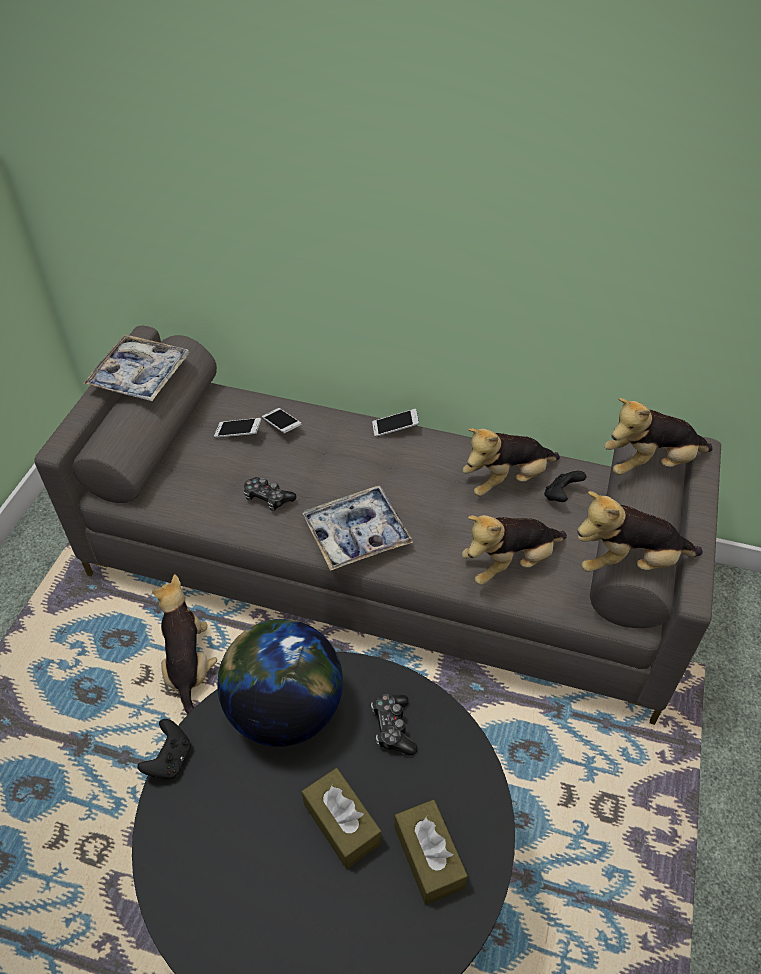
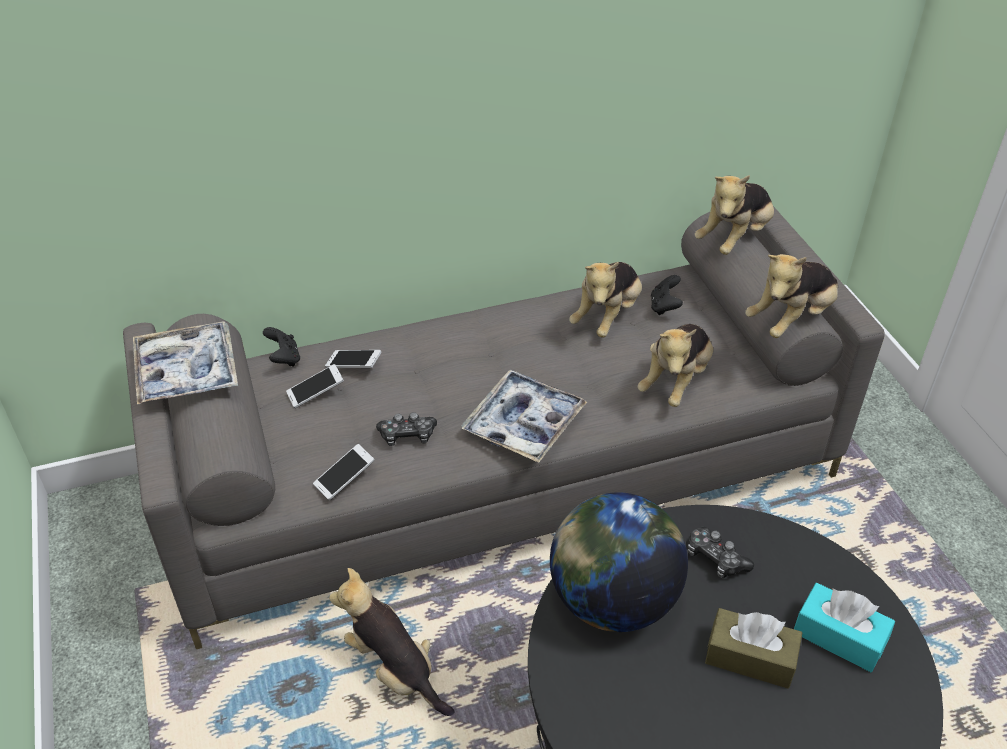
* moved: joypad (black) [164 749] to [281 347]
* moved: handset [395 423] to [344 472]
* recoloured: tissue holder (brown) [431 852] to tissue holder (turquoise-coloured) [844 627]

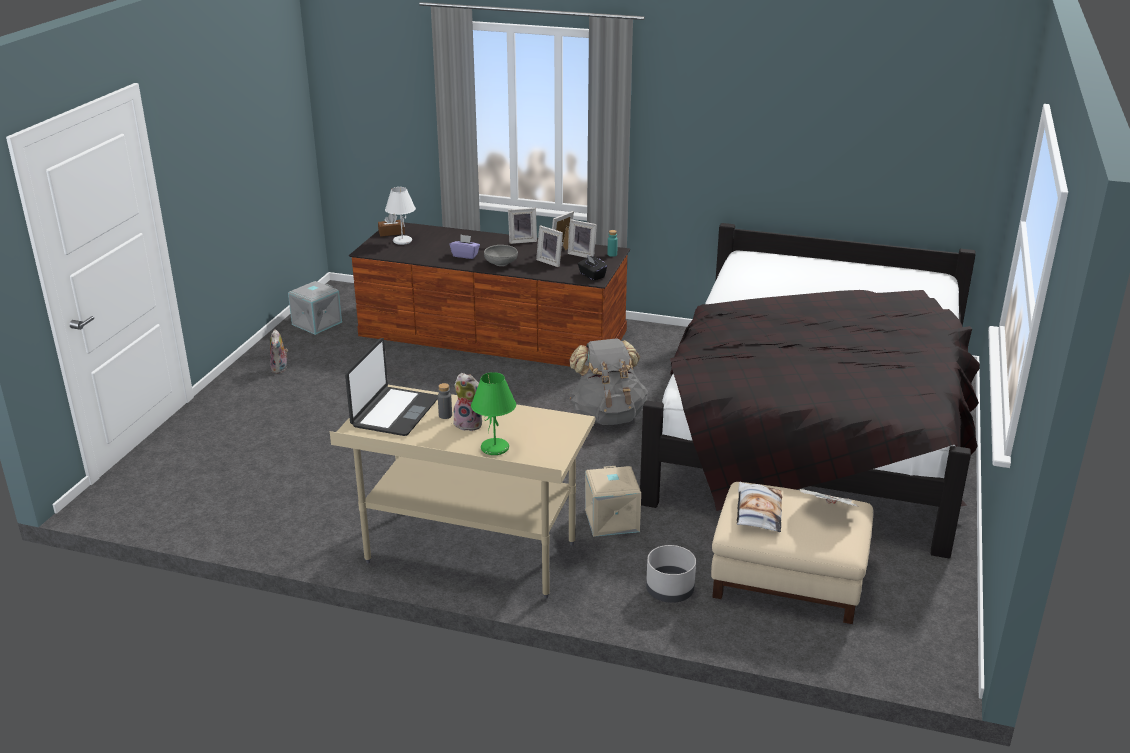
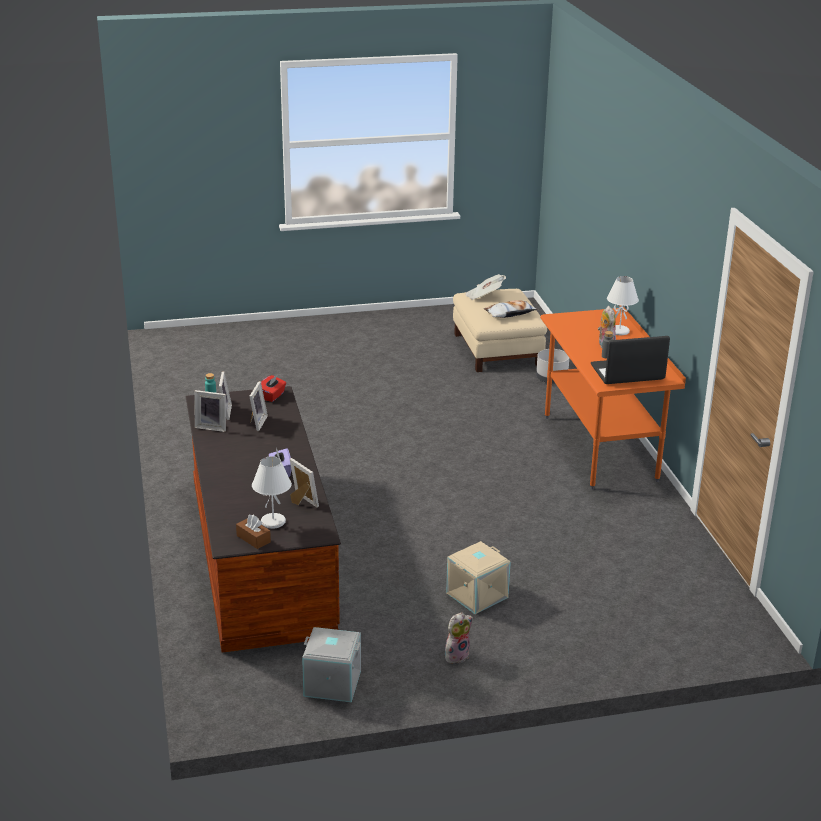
* recoloured: tissue holder (black) [592 267] to tissue holder (red-coloured) [273 388]
* moved: picture frame [522 226] to [304 483]
* moved: storage container (sand-coloured) [613 501] to [478 577]
* recoloured: desk (sand-coloured) [462 492] to desk (orange-coloured) [613 397]
* recoloured: table lamp (green-coloured) [493 413] to table lamp (white-coloured) [623 305]
* removed: deep dish (gray) [501 255]
* removed: knapsack (gray) [608 381]
* removed: sleeping bed (black) [810 390]

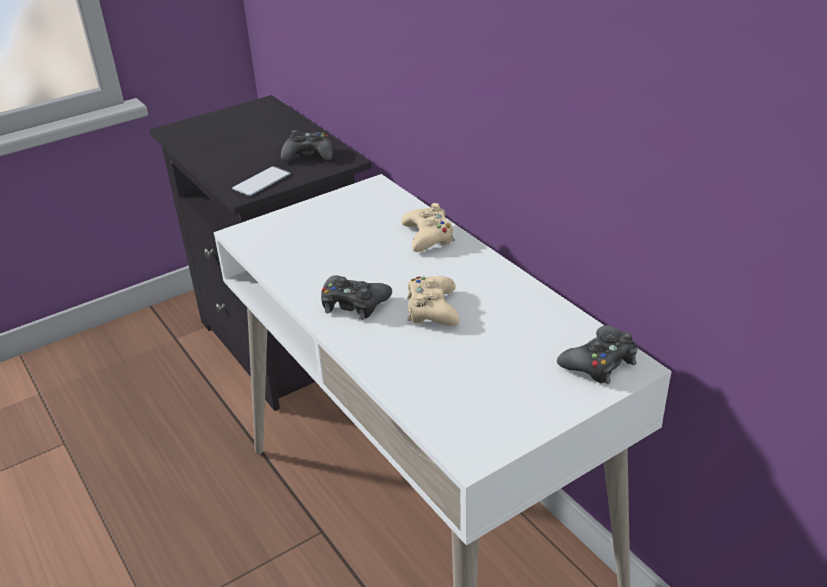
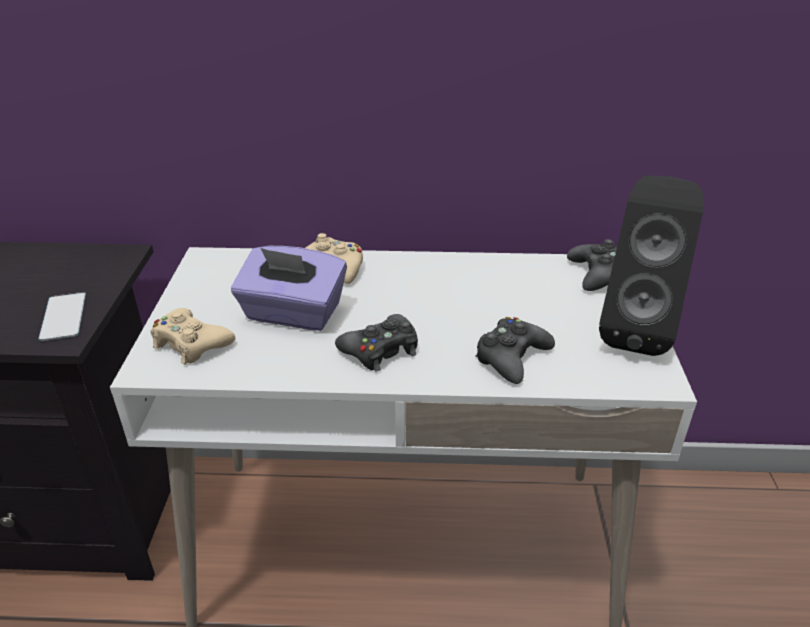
* moved: joypad (sand-coloured) [433 301] to [192 336]
* added: tissue holder (purple-coloured) [289 288]
* moved: joypad (black) [307 146] to [515 350]
* added: loudspeaker (black) [651 266]

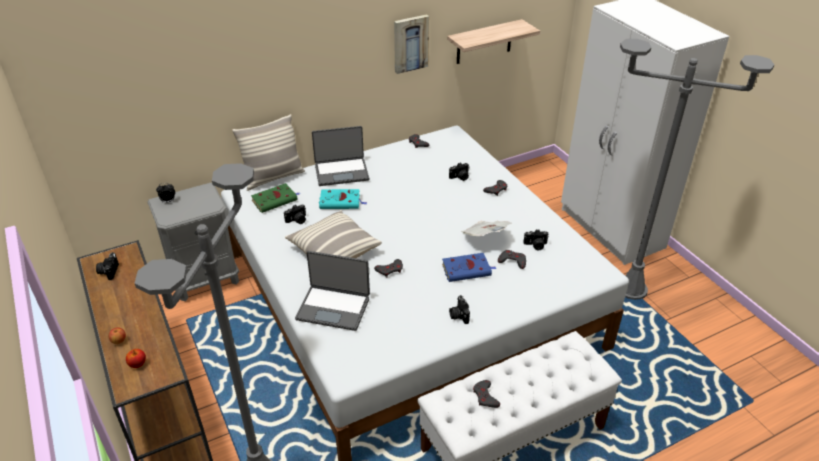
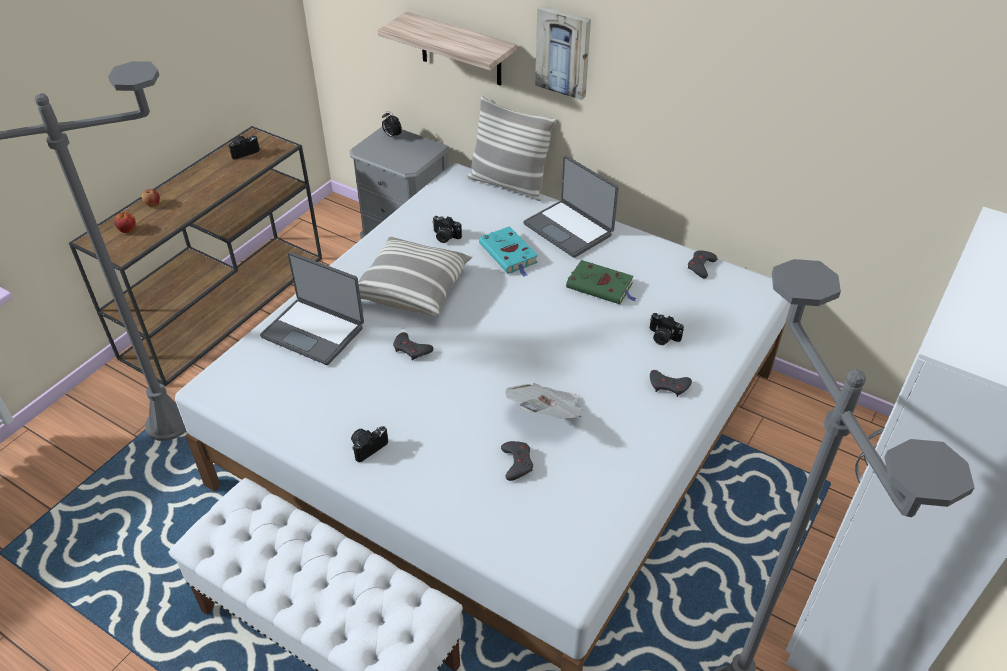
* turned: portable computer [332 291] = [312 308] 45 degrees counterclockwise
* moved: wall shelf [493 41] to [447 49]
* moved: picture [411 44] to [563 53]
* moved: bound book (green-coloured) [275 198] to [601 282]
* removed: bound book (blue-coloured) [469 267]
* removed: joypad (gray) [486 394]
* removed: still camera [536 239]

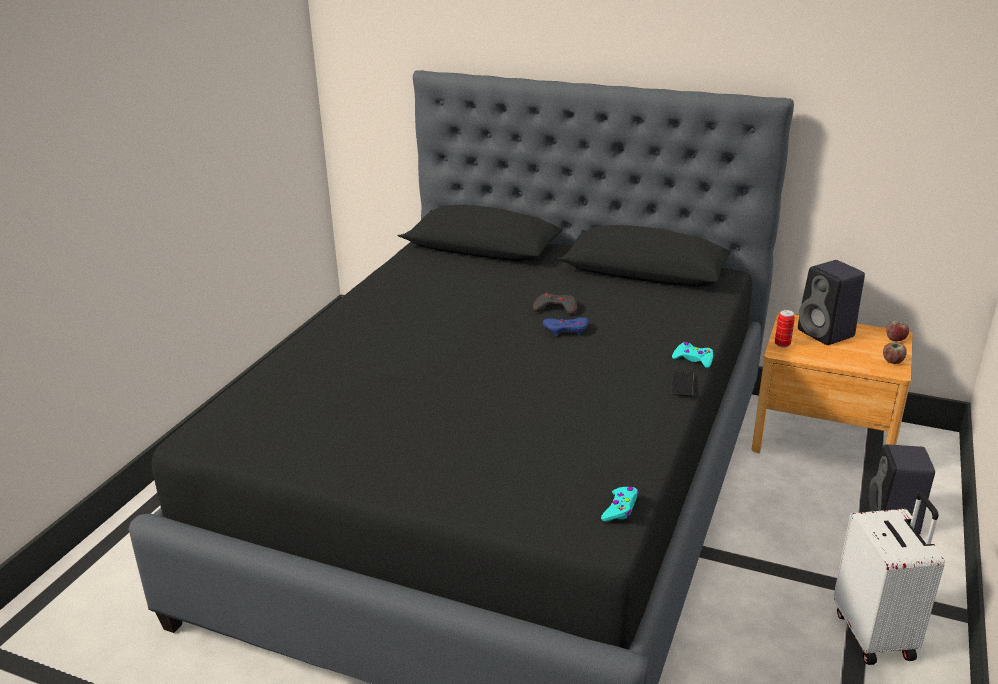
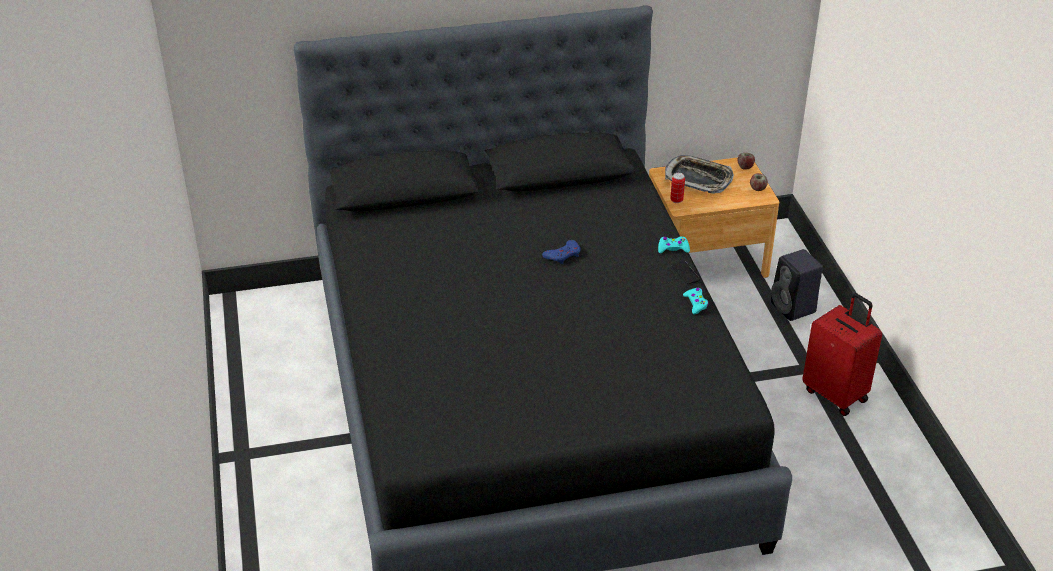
* replaced: loudspeaker (black) [831 302] to serving tray [699 174]
* moved: joypad (turquoise-coloured) [620 504] to [696 301]
* recoloured: suitcase (white-coloured) [889 579] to suitcase (red-coloured) [842 354]
* removed: joypad (gray) [555 304]

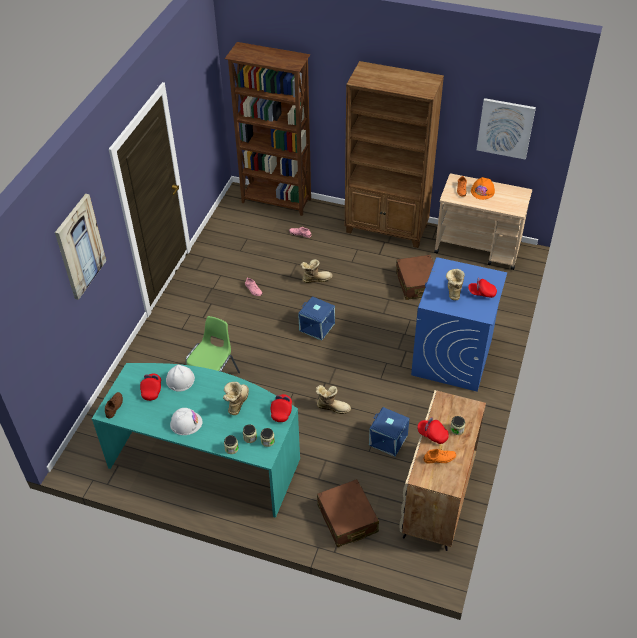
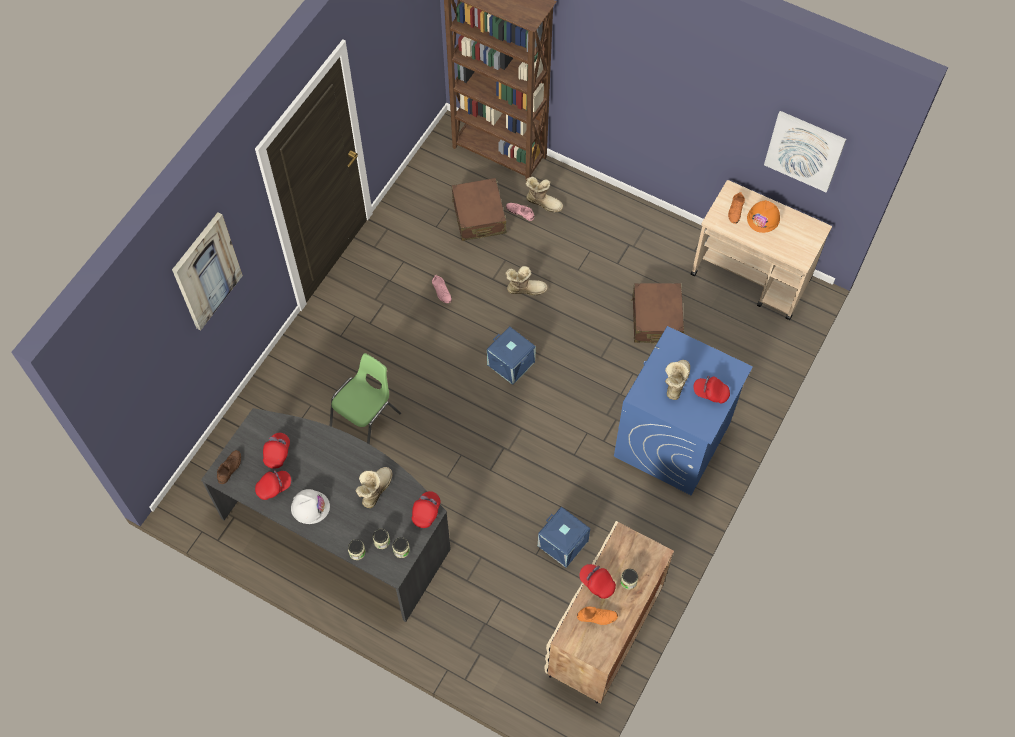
* recoloured: desk (turquoise-coloured) [196 440] to desk (gray) [326 515]
* added: baseball cap (red-coloured) [273 485]
* moved: suitcase (brown) [348 513] to [478 209]
* moved: high-top boot [333 399] to [544 194]
* removed: safety helmet (white-coloured) [180 378]
* removed: bookshelf (brown) [394 154]

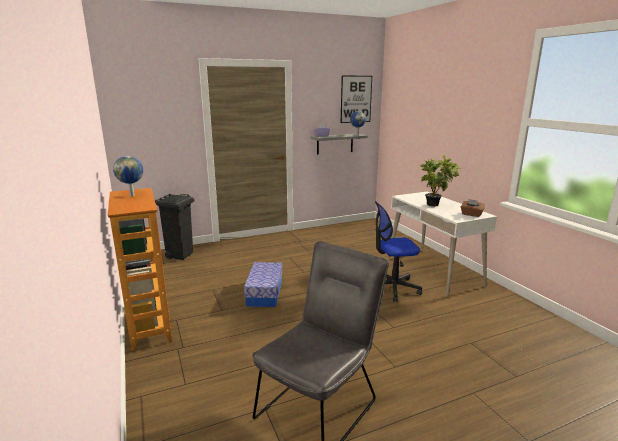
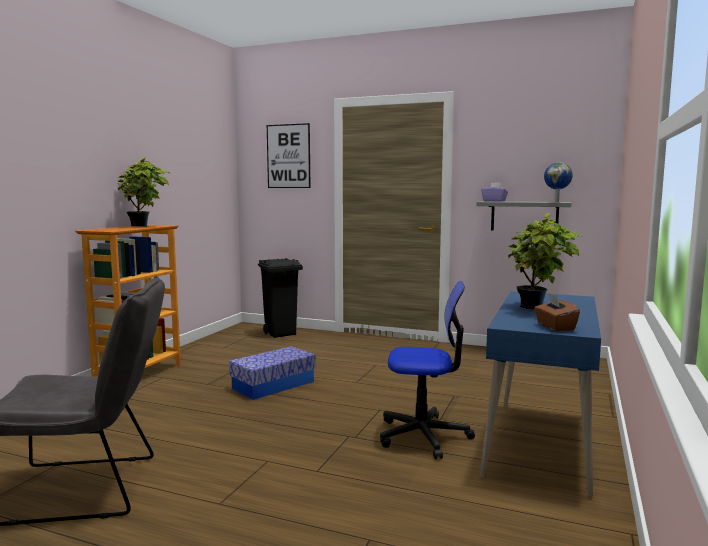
* replaced: world globe [128 176] to houseplant [143 192]
* moved: picture [356 99] to [289 155]
* turned: office chair [398 251] = [427 370] 150 degrees clockwise
* recoloured: desk (white-coloured) [442 244] to desk (blue-coloured) [540 394]

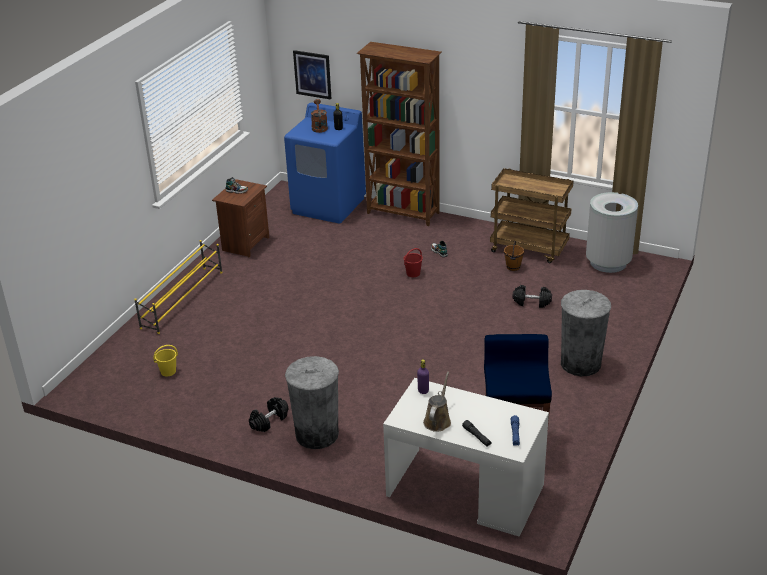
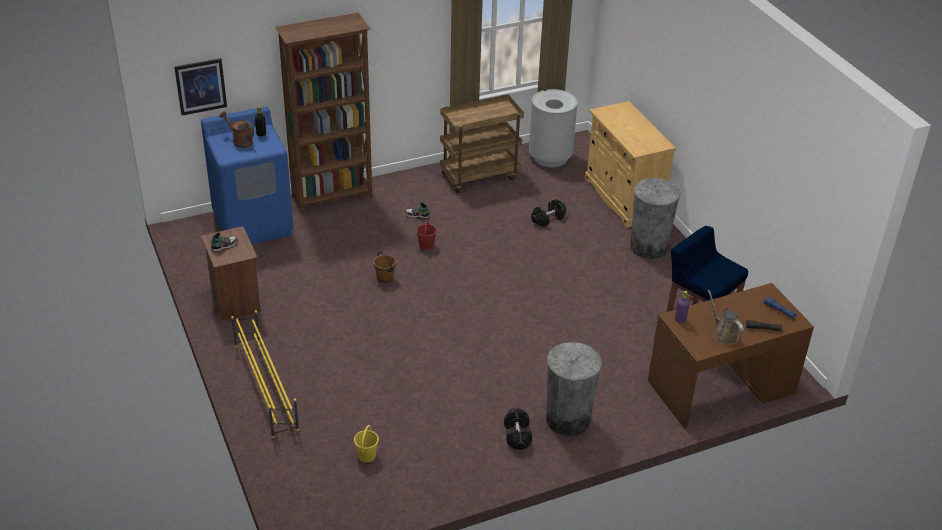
* moved: bucket (brown) [514 256] to [384 268]
* added: cabinet (sand-coloured) [630 164]
* recoloured: desk (white-coloured) [466 457] to desk (brown) [731 355]

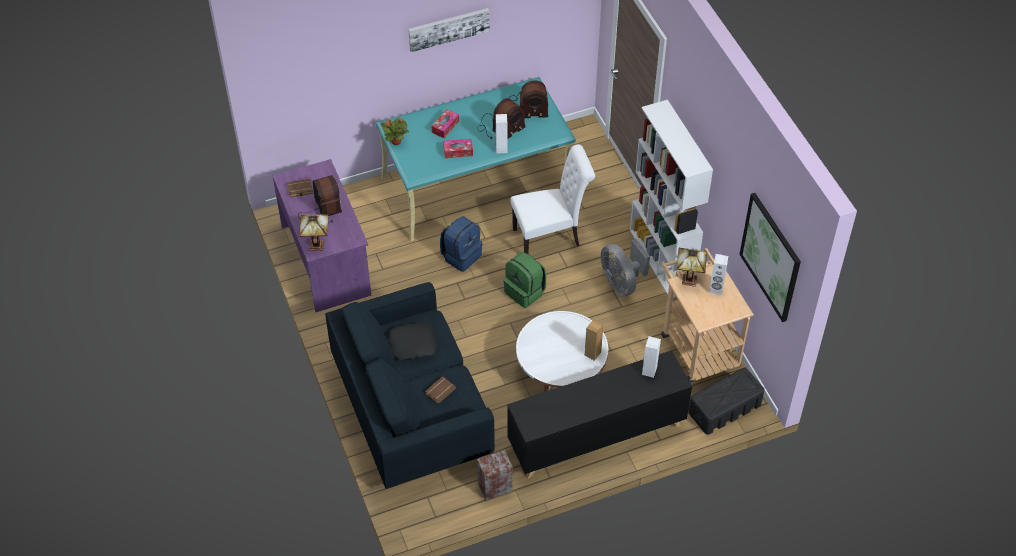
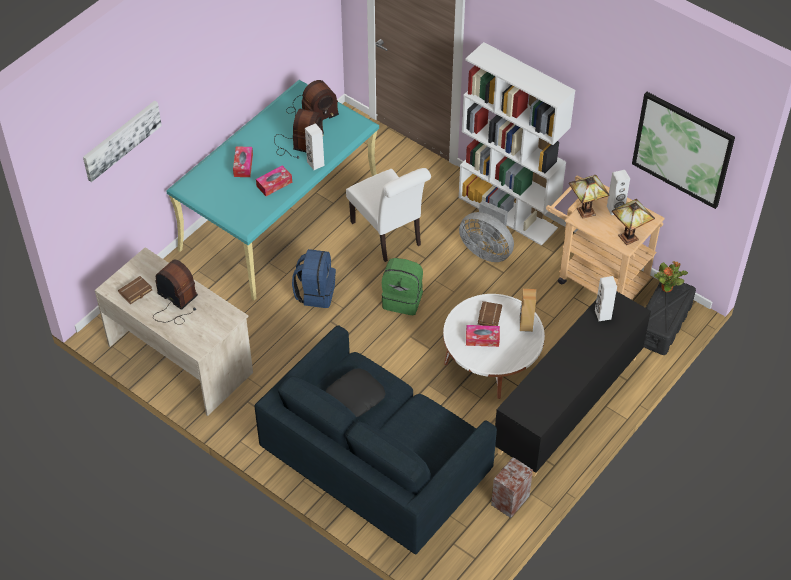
* moved: picture [449 30] to [122 141]
* recoloured: desk (purple-coloured) [322 235] to desk (sand-coloured) [174 331]
* turned: chair (white-coloured) [552 199] = [388 215] 105 degrees clockwise
* added: tissue holder [483 336]
* moved: bound book (brown) [440 390] to [490 313]
* moved: table lamp [313 232] to [633 222]
* moved: houseplant [395 131] to [671 276]

